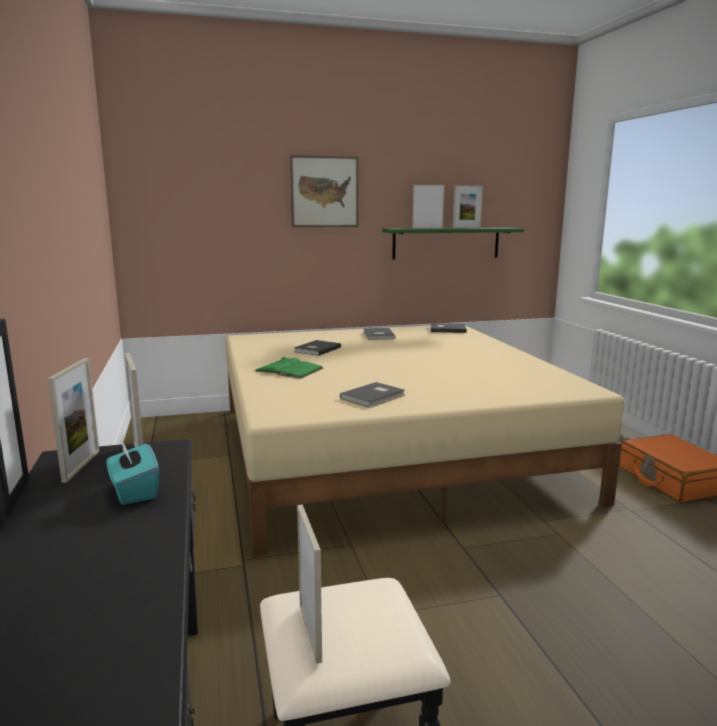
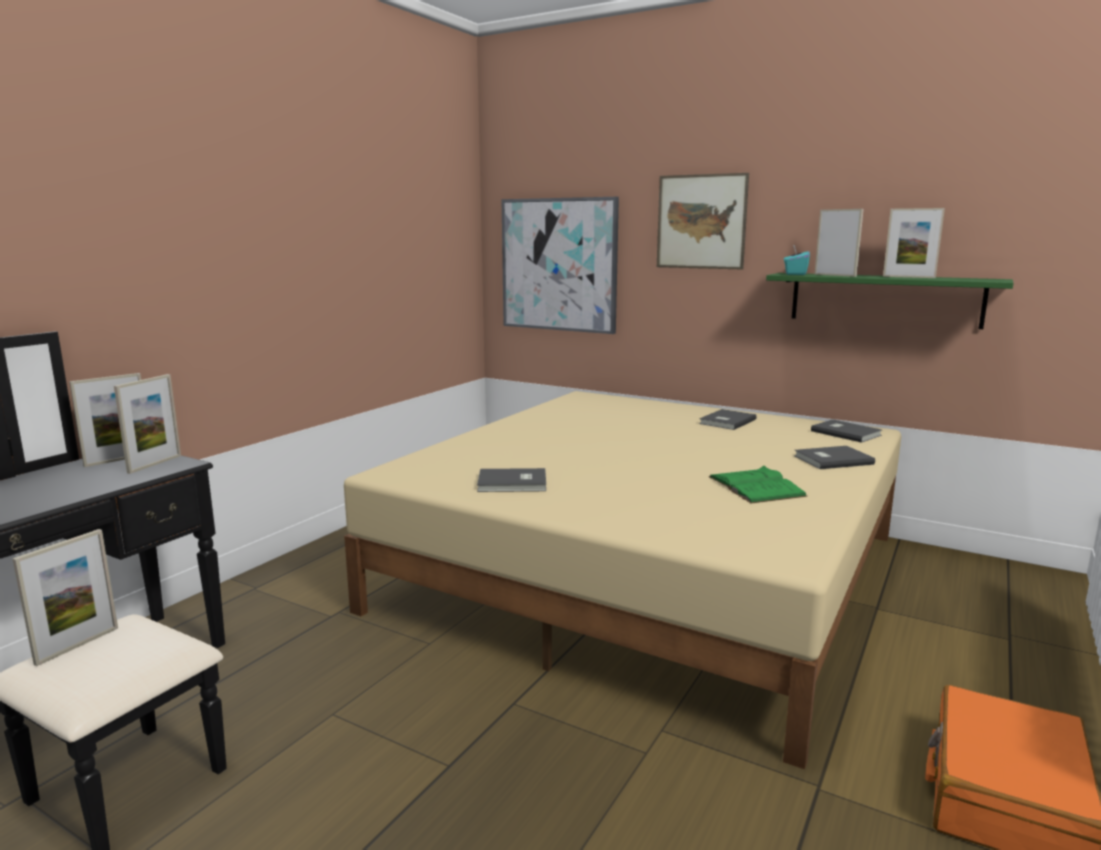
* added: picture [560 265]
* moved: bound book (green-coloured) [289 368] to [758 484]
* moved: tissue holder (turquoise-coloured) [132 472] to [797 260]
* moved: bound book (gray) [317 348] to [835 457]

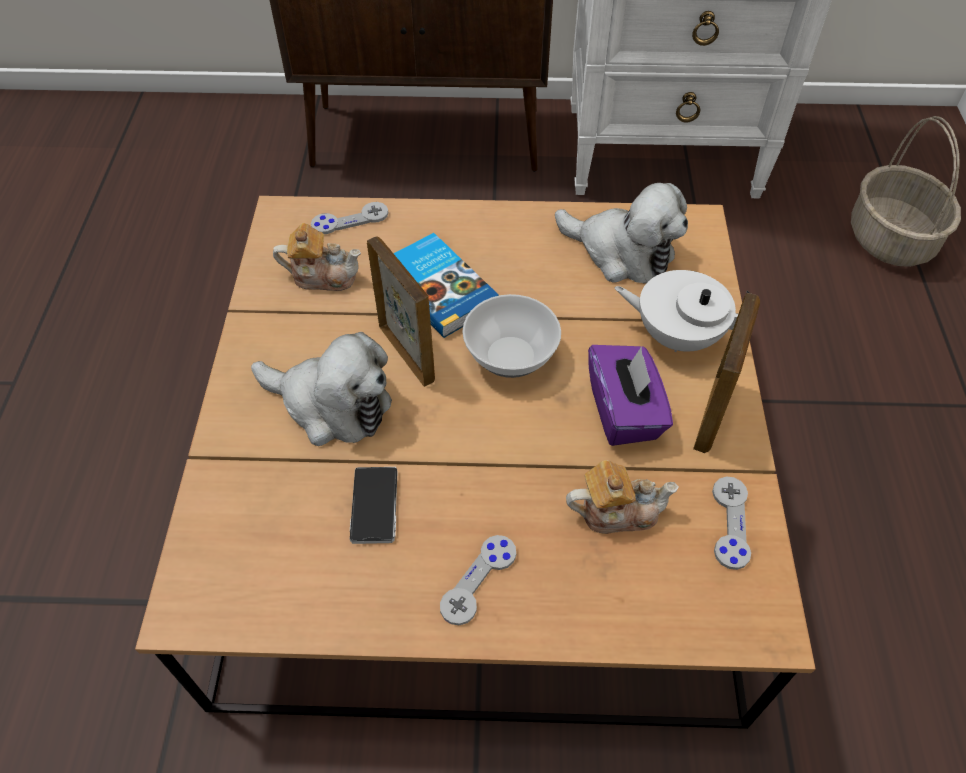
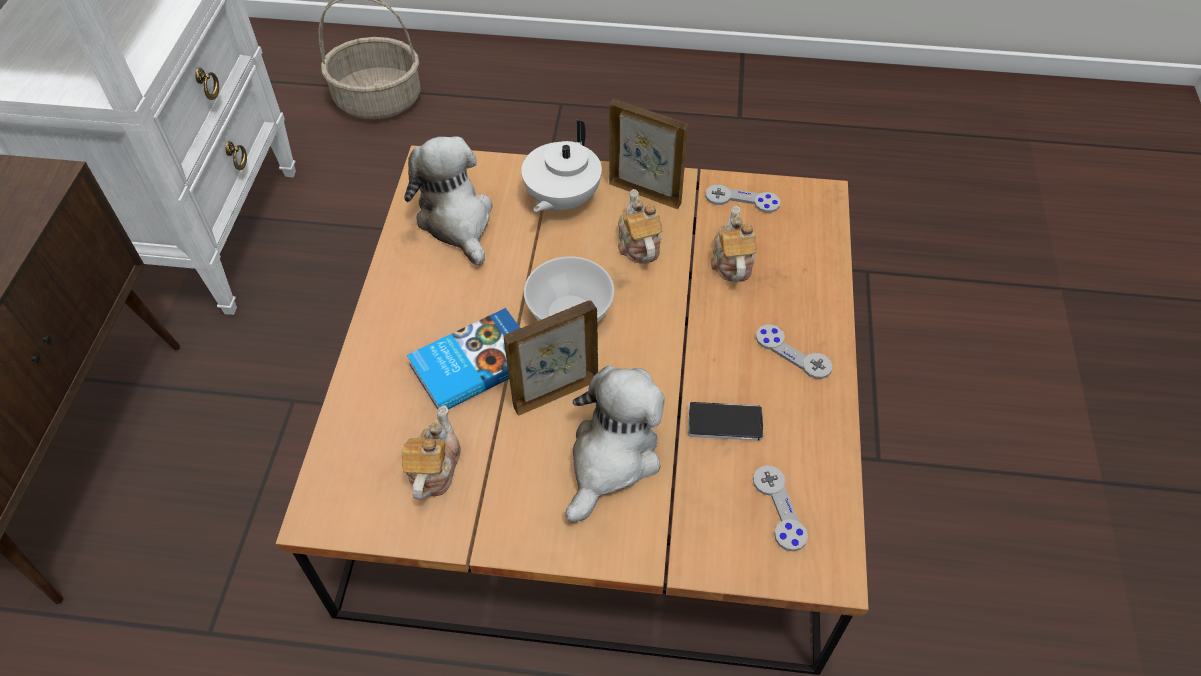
* turned: plush toy [621 233] = [448 201] 60 degrees counterclockwise
* replaced: tissue holder (purple-coloured) [630 395] to pot for tea [640 226]
* moved: joypad (gray) [349 218] to [780 508]

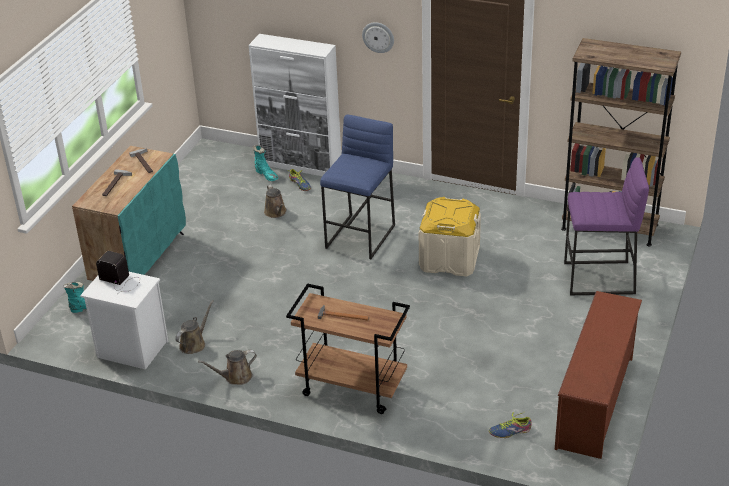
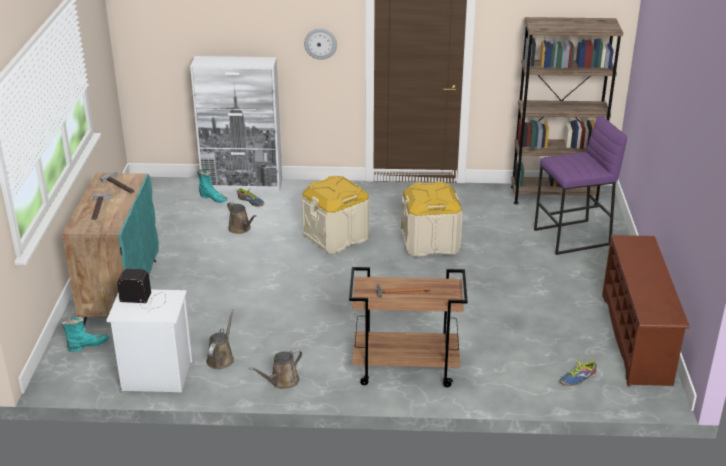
* replaced: stool (blue-coloured) [357 187] to storage container (sand-coloured) [335 215]

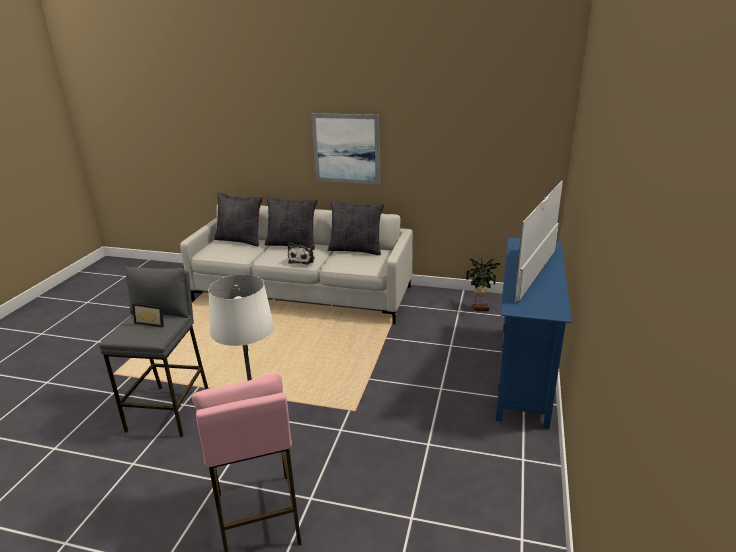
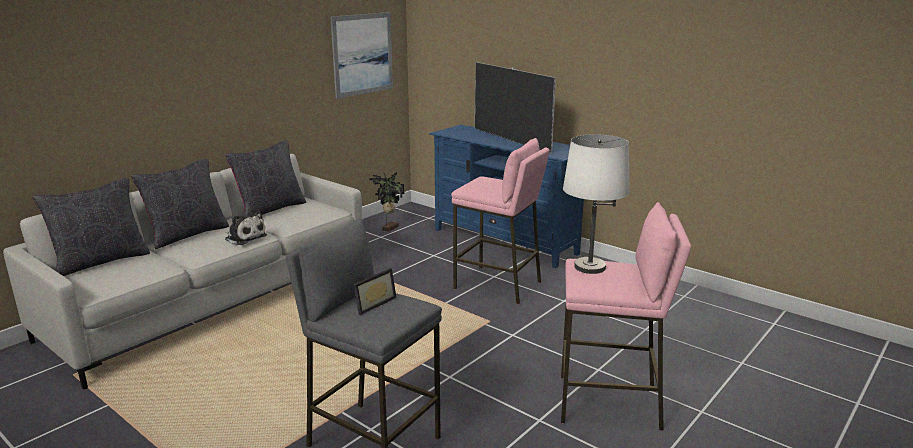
* moved: picture [345 148] to [362 55]
* added: stool (pinkish) [500 221]

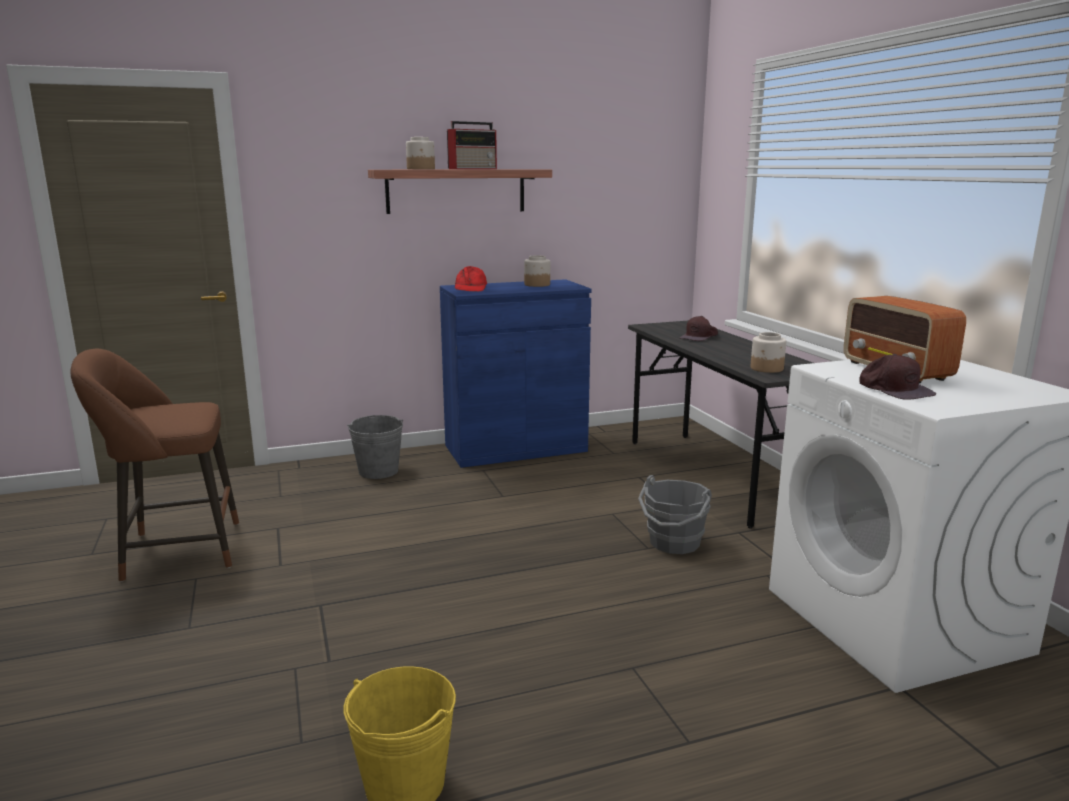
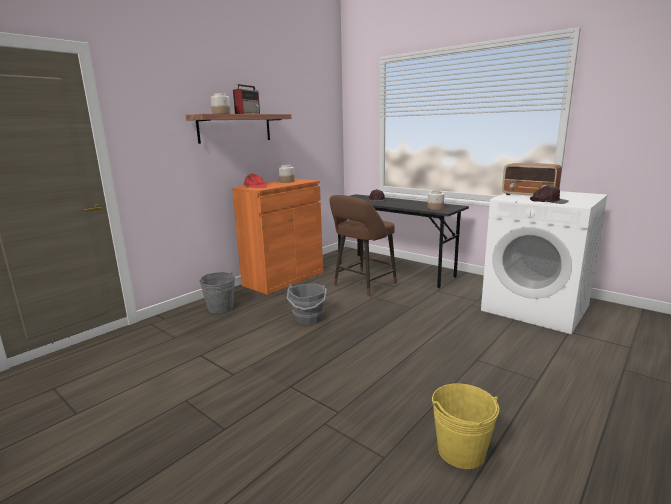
* recoloured: cabinet (blue-coloured) [515 373] to cabinet (orange-coloured) [277 237]
* moved: bucket (gray) [675 514] to [307 304]
* moved: stool (brown) [154 465] to [363 246]

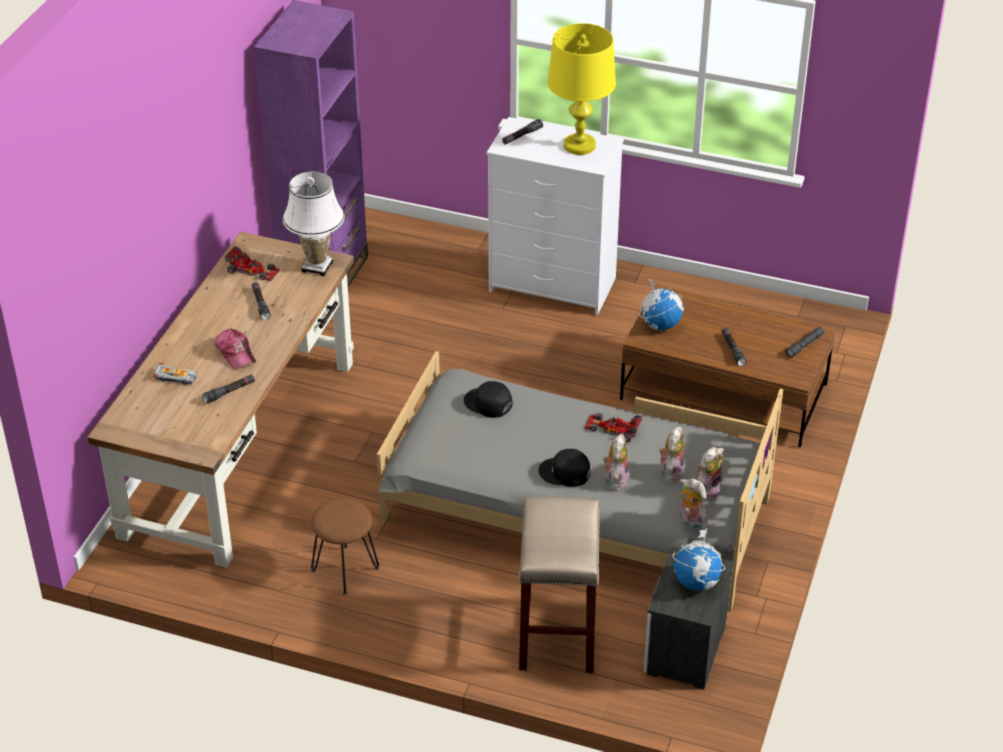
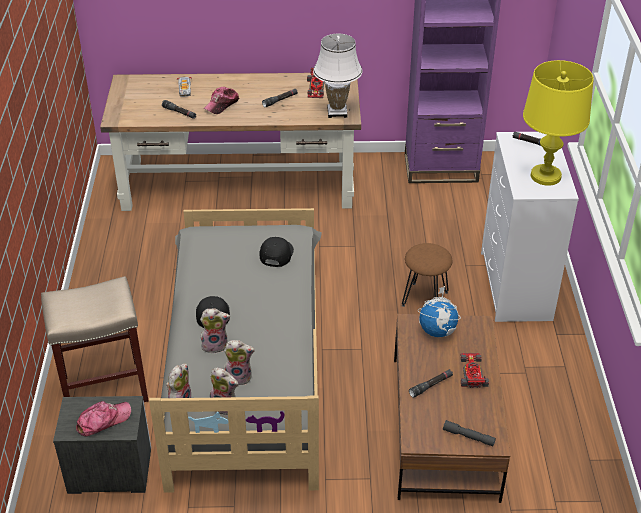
* replaced: world globe [698 559] to baseball cap [103 418]
* moved: stool (brown) [345 546] to [427 275]
* moved: model car [613 427] to [474 370]

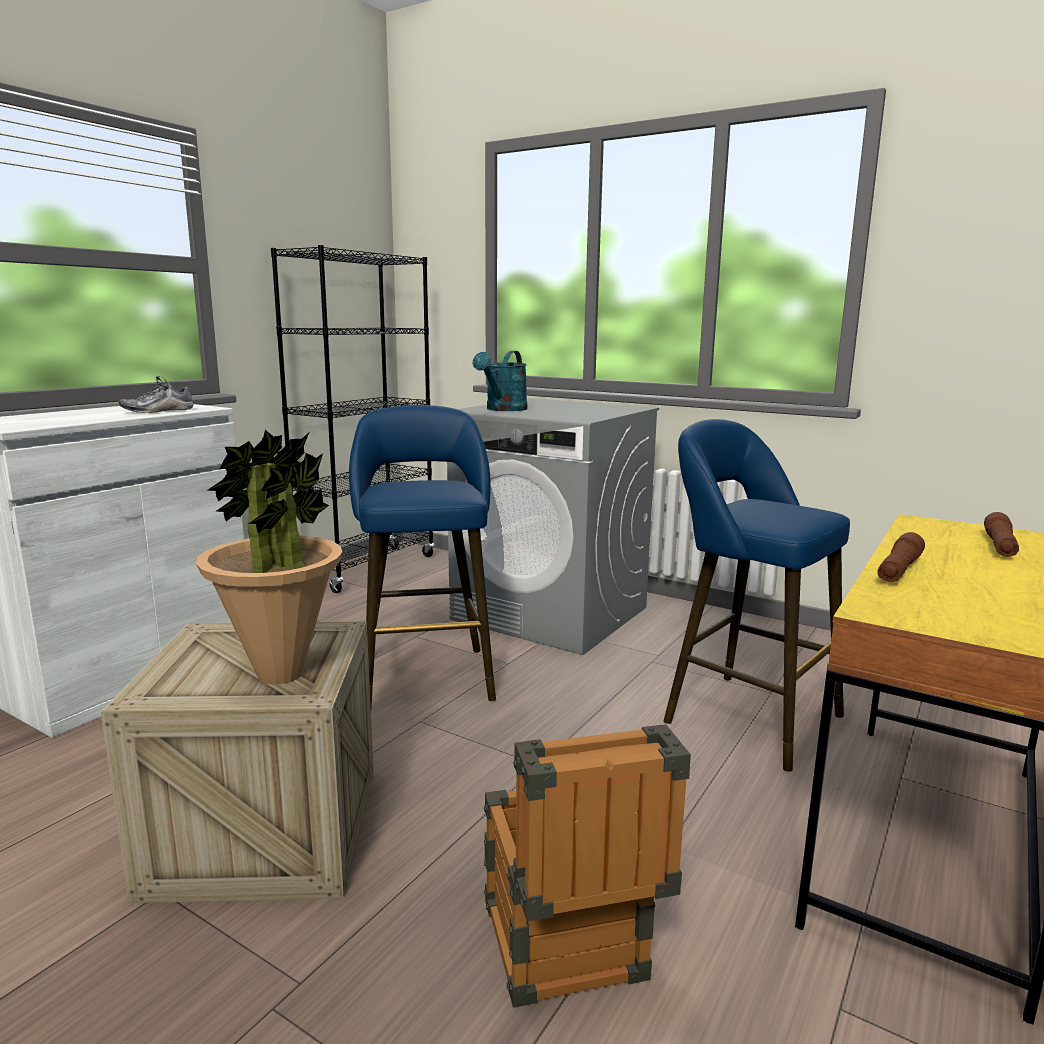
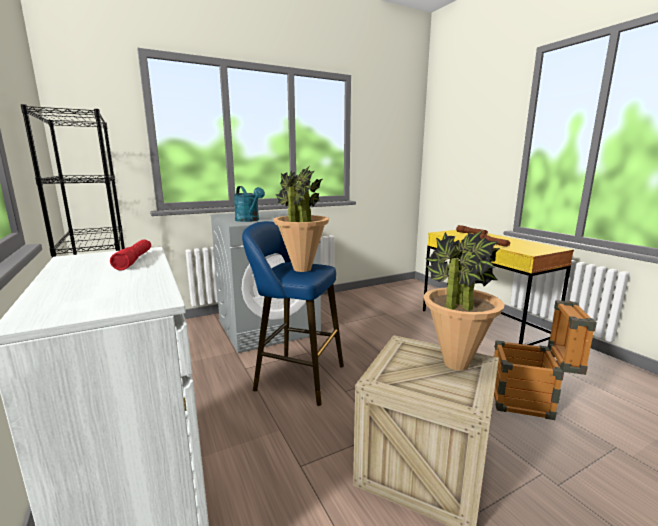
* replaced: item of footwear [156 395] to hand torch (red-coloured) [130 255]
* added: houseplant [301 219]
* removed: stool (blue-coloured) [757 595]

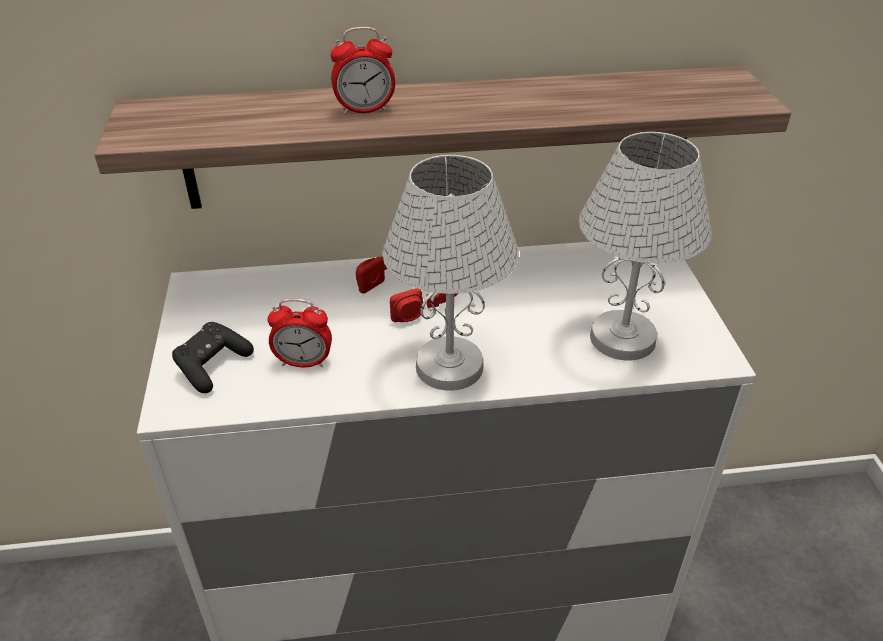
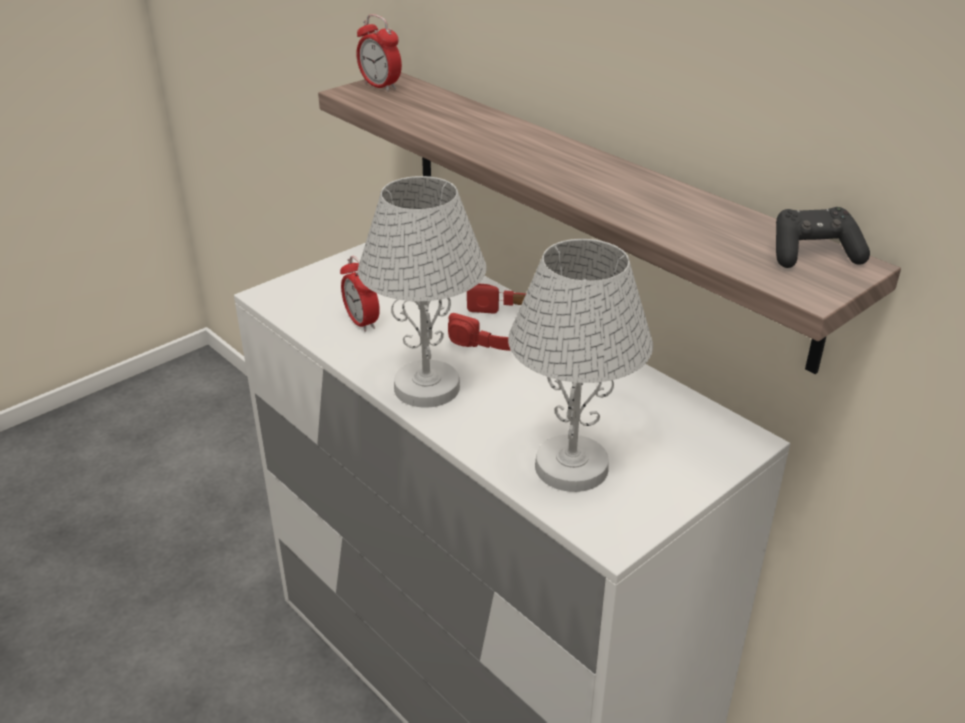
* moved: alarm clock [363 71] to [379 53]
* moved: joypad (black) [213 357] to [823 237]

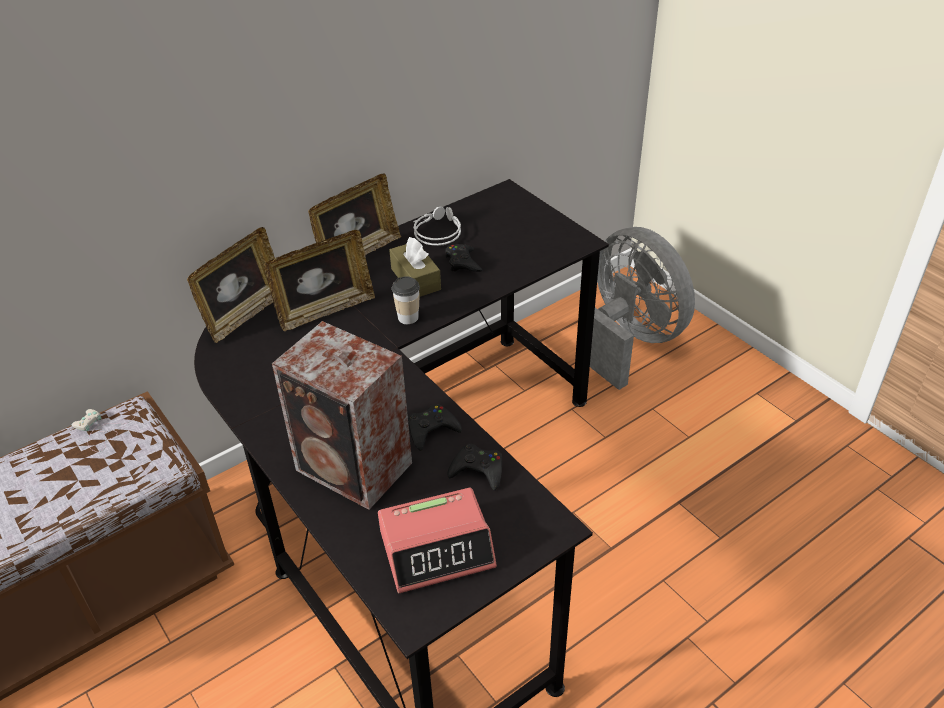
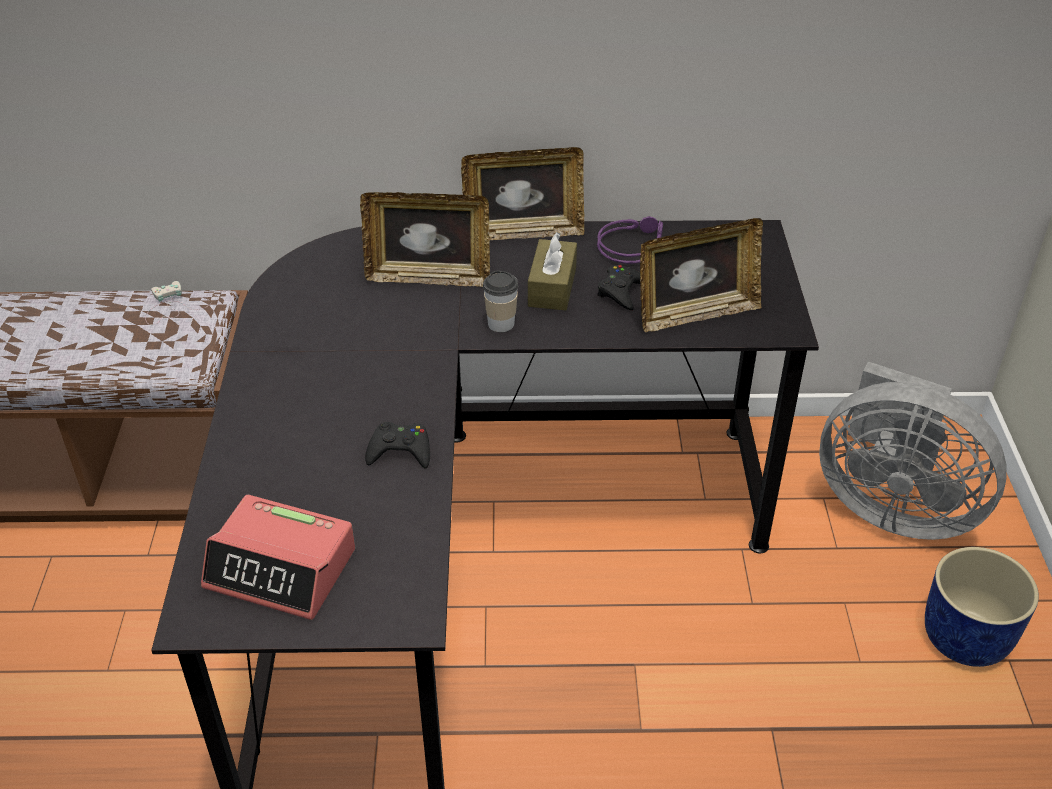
* recoloured: headphones (gray) [437 226] to headphones (purple-coloured) [630 240]
* moved: picture frame [231 285] to [701 275]
* turned: fan (gray) [642 308] = [913 451] 120 degrees clockwise
* added: flower pot (blue-coloured) [982 607]
* removed: loudspeaker [342 415]
* removed: joypad (black) [474 467]

